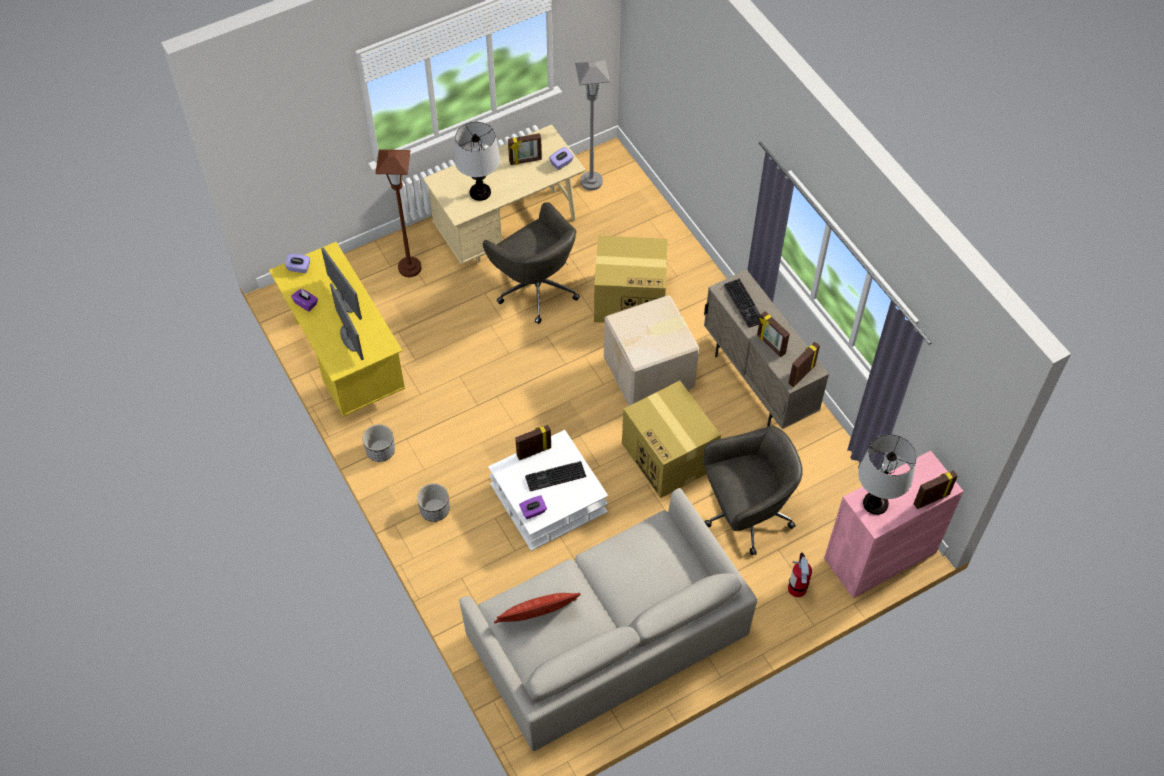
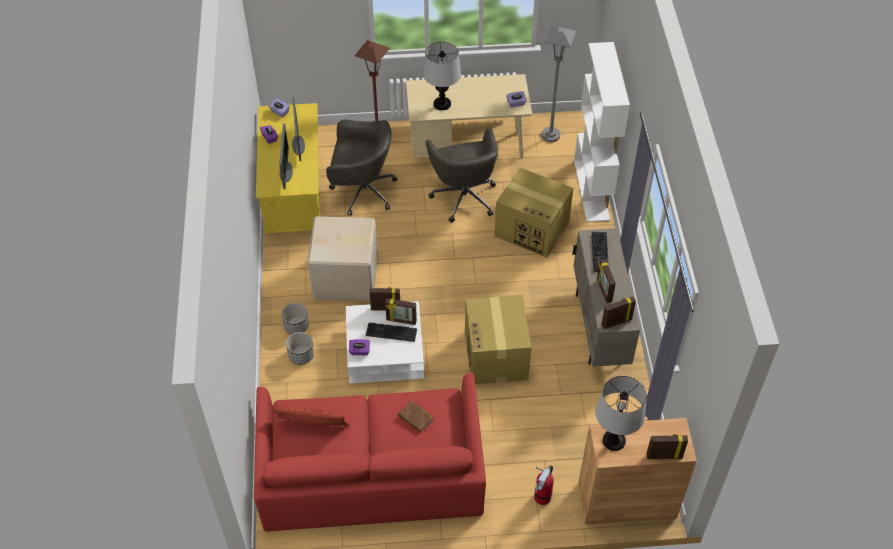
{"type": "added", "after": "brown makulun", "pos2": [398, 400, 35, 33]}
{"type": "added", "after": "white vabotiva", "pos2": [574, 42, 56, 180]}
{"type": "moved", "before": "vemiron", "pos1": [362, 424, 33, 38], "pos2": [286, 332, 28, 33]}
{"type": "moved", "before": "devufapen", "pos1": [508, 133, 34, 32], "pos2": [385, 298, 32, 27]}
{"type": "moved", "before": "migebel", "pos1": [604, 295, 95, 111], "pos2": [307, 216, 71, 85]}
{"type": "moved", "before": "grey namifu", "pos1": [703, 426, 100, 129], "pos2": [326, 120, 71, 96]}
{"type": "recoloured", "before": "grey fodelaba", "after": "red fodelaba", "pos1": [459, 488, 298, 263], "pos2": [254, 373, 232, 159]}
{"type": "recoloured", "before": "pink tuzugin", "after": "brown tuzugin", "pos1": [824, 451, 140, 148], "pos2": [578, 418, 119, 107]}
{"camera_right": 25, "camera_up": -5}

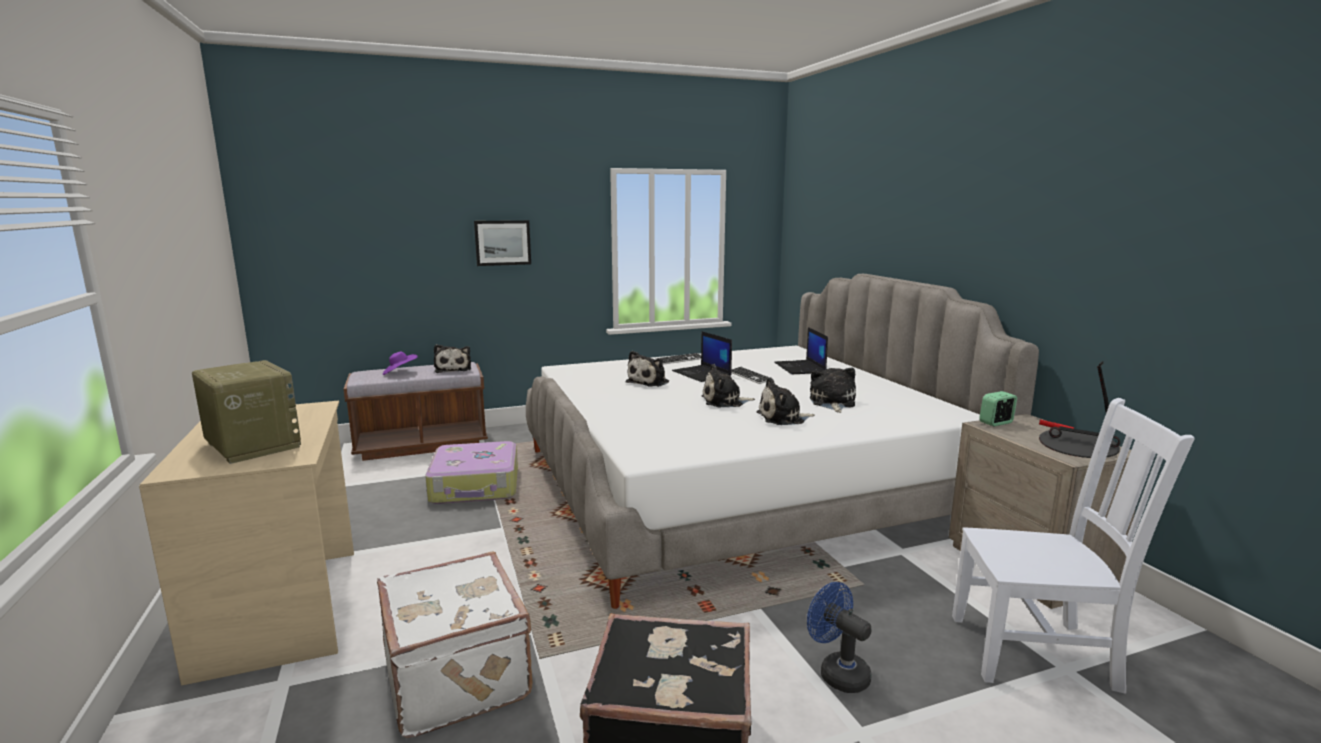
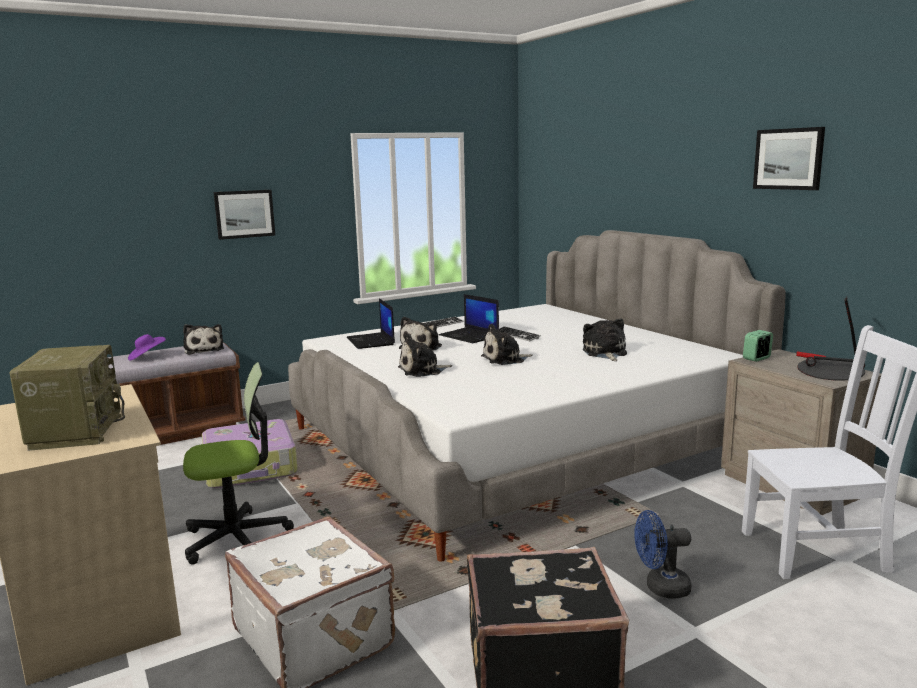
{"type": "added", "after": "namifu", "pos2": [183, 362, 111, 202]}
{"type": "added", "after": "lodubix", "pos2": [753, 127, 72, 63]}
{"type": "moved", "before": "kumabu", "pos1": [757, 377, 58, 48], "pos2": [398, 333, 54, 44]}
{"type": "moved", "before": "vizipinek", "pos1": [774, 327, 54, 47], "pos2": [347, 298, 48, 51]}
{"type": "turned", "before": "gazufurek", "pos1": [192, 360, 109, 104], "pos2": [9, 345, 116, 106], "turn": 45}
{"type": "turned", "before": "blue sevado", "pos1": [807, 582, 65, 111], "pos2": [634, 510, 58, 88], "turn": -45}
{"camera_right": -10, "camera_up": 0}

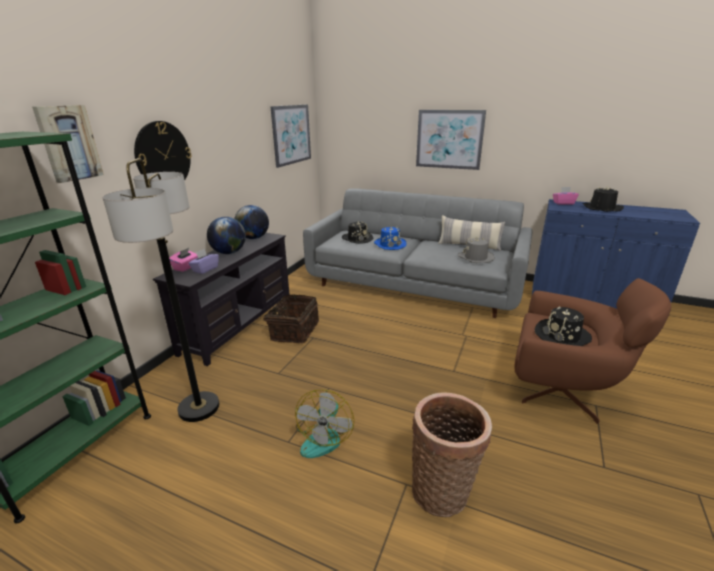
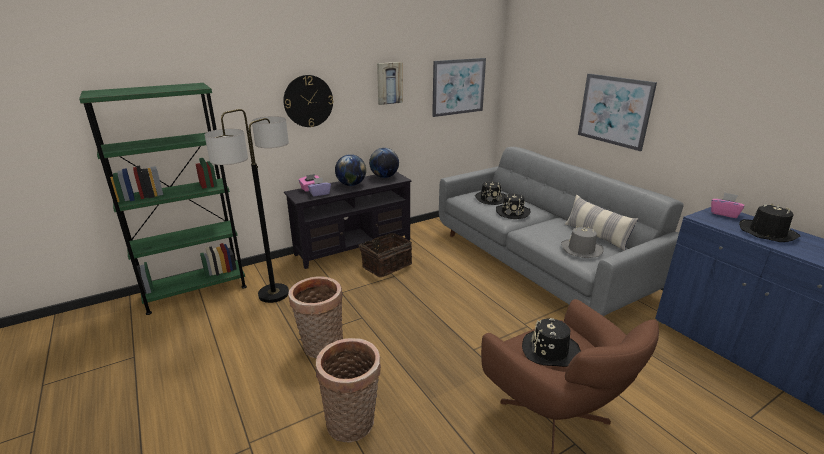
{"type": "moved", "before": "lodubix", "pos1": [32, 105, 72, 78], "pos2": [377, 62, 26, 43]}
{"type": "replaced", "before": "sevado", "after": "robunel", "pos1": [295, 390, 59, 68], "pos2": [288, 277, 55, 81]}
{"type": "recoloured", "before": "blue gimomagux", "after": "black gimomagux", "pos1": [374, 227, 33, 23], "pos2": [496, 194, 34, 25]}
{"camera_right": 35, "camera_up": 0}

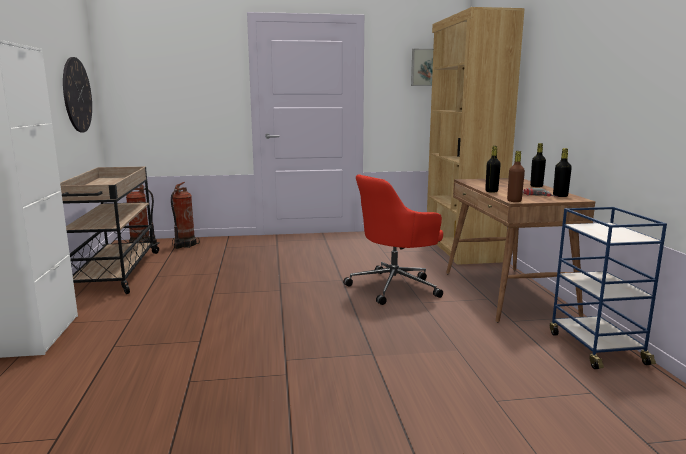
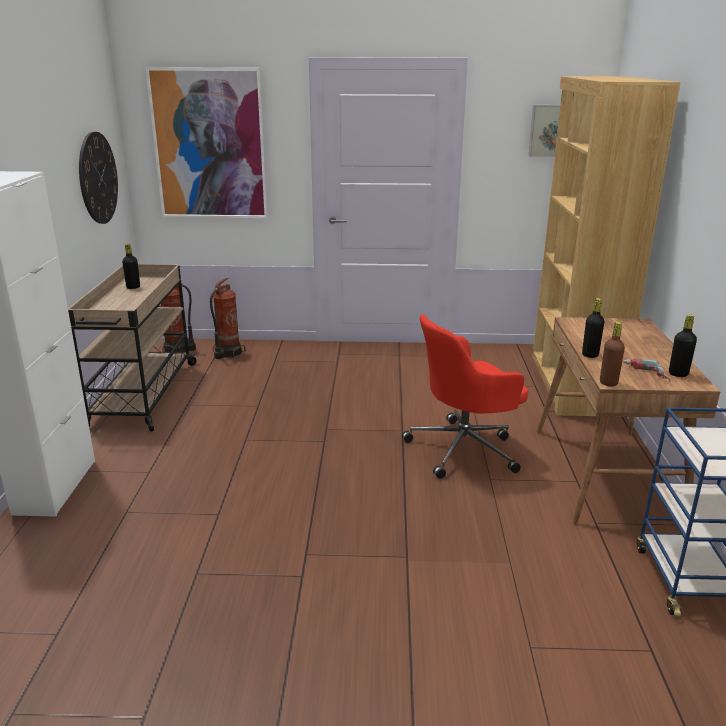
{"type": "added", "after": "lodubix", "pos2": [145, 67, 122, 151]}
{"type": "moved", "before": "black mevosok", "pos1": [530, 143, 16, 44], "pos2": [122, 244, 18, 45]}
{"camera_right": 10, "camera_up": 10}

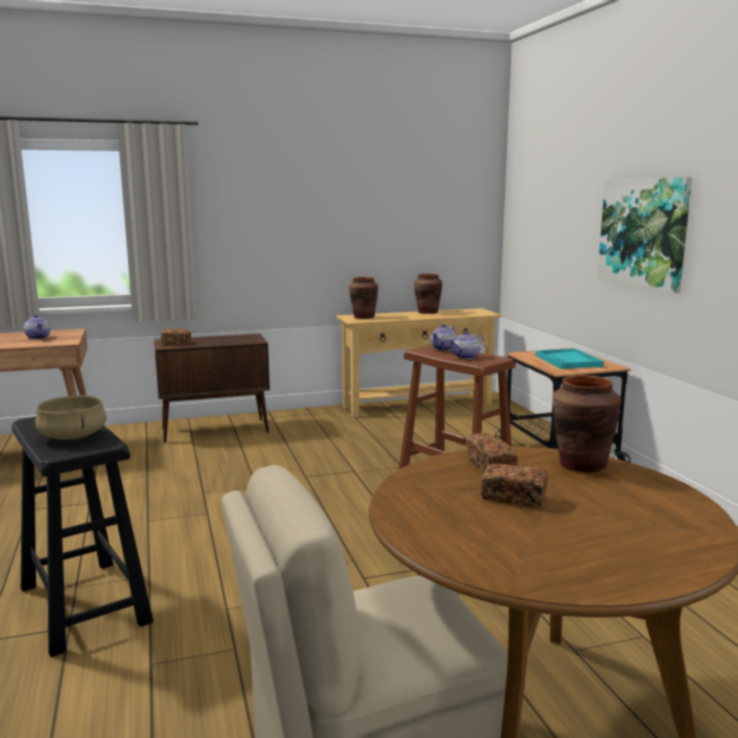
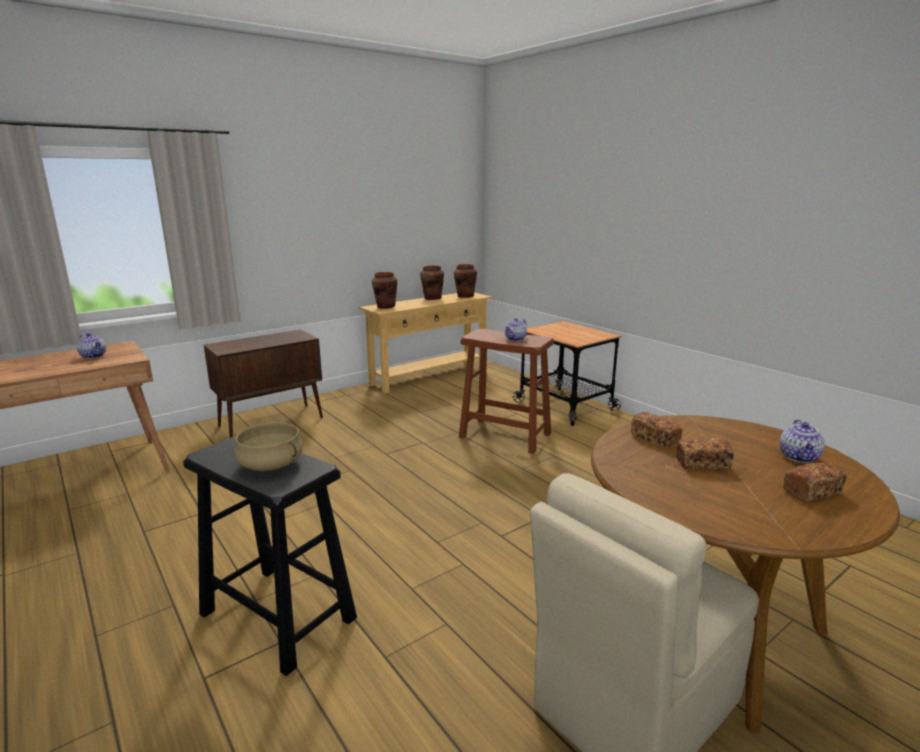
{"type": "removed", "before": "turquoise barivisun", "pos1": [536, 349, 68, 20]}
{"type": "removed", "before": "lodubix", "pos1": [597, 177, 95, 116]}
{"type": "moved", "before": "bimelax", "pos1": [161, 329, 30, 15], "pos2": [783, 462, 63, 40]}
{"type": "moved", "before": "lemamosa", "pos1": [431, 324, 26, 27], "pos2": [780, 419, 45, 44]}
{"type": "moved", "before": "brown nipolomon", "pos1": [552, 375, 69, 98], "pos2": [454, 264, 23, 34]}
{"camera_right": -20, "camera_up": 5}

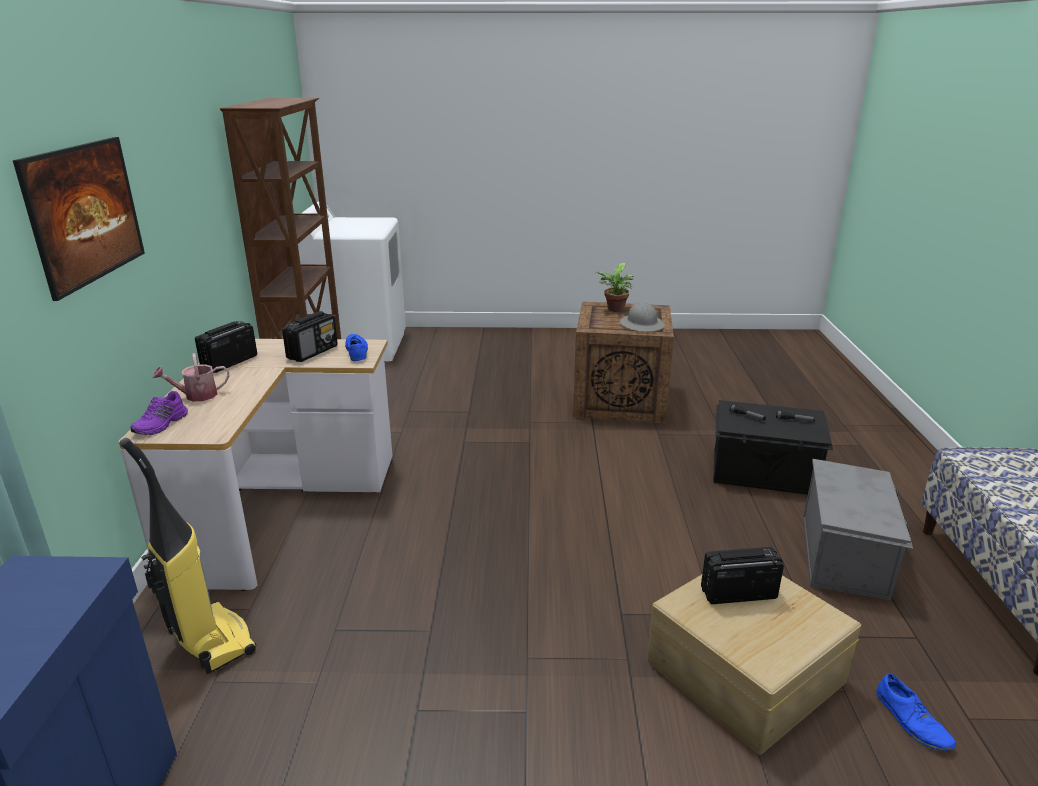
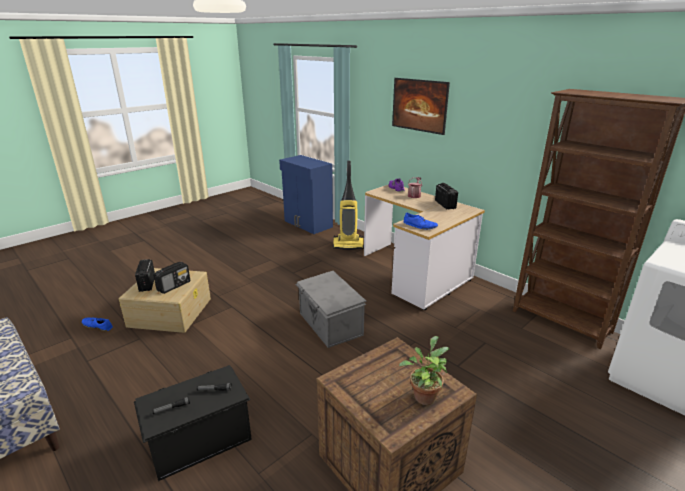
{"type": "removed", "before": "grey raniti", "pos1": [620, 302, 45, 30]}
{"type": "moved", "before": "gazufurek", "pos1": [282, 311, 56, 51], "pos2": [135, 259, 20, 33]}
{"type": "moved", "before": "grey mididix", "pos1": [803, 459, 110, 141], "pos2": [295, 271, 71, 77]}
{"camera_right": 135, "camera_up": 0}

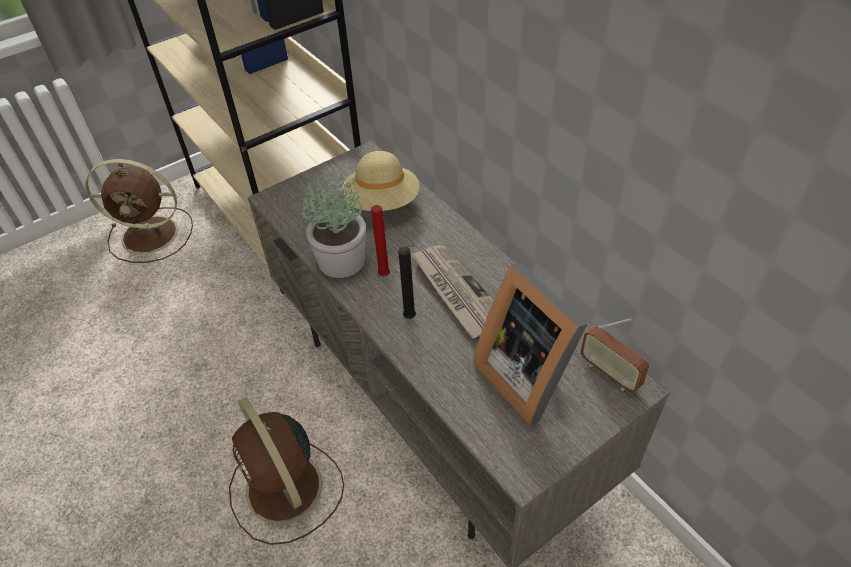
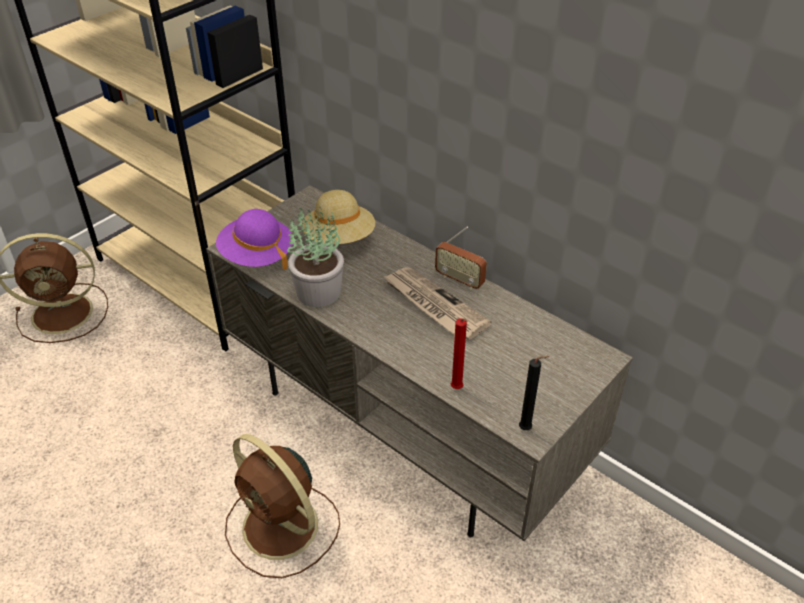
{"type": "removed", "before": "devufapen", "pos1": [473, 263, 115, 163]}
{"type": "added", "after": "purple gimomagux", "pos2": [216, 209, 77, 61]}
{"type": "moved", "before": "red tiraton", "pos1": [371, 205, 19, 71], "pos2": [451, 319, 17, 70]}
{"type": "moved", "before": "black tiraton", "pos1": [398, 245, 18, 74], "pos2": [519, 356, 30, 74]}
{"type": "moved", "before": "gazufurek", "pos1": [581, 318, 68, 75], "pos2": [435, 227, 52, 63]}
{"camera_right": -15, "camera_up": -5}

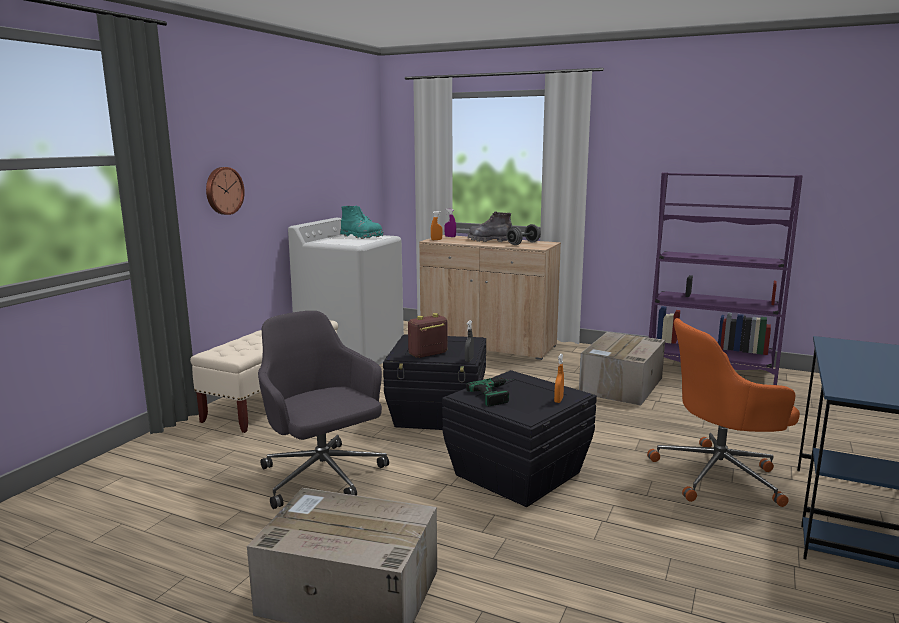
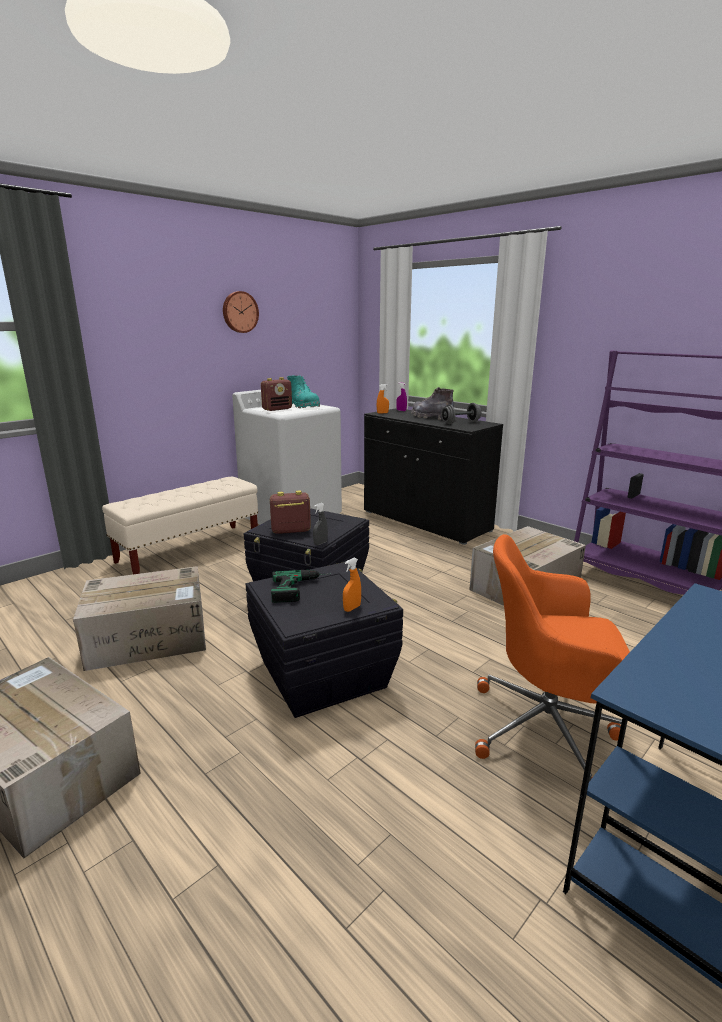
{"type": "added", "after": "gazufurek", "pos2": [261, 377, 31, 34]}
{"type": "moved", "before": "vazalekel", "pos1": [206, 167, 39, 48], "pos2": [223, 291, 36, 42]}
{"type": "replaced", "before": "grey namifu", "after": "migebel", "pos1": [258, 311, 131, 198], "pos2": [73, 566, 133, 105]}
{"type": "recoloured", "before": "beige tuzugin", "after": "black tuzugin", "pos1": [419, 235, 142, 125], "pos2": [364, 408, 139, 137]}
{"camera_right": 20, "camera_up": 5}

